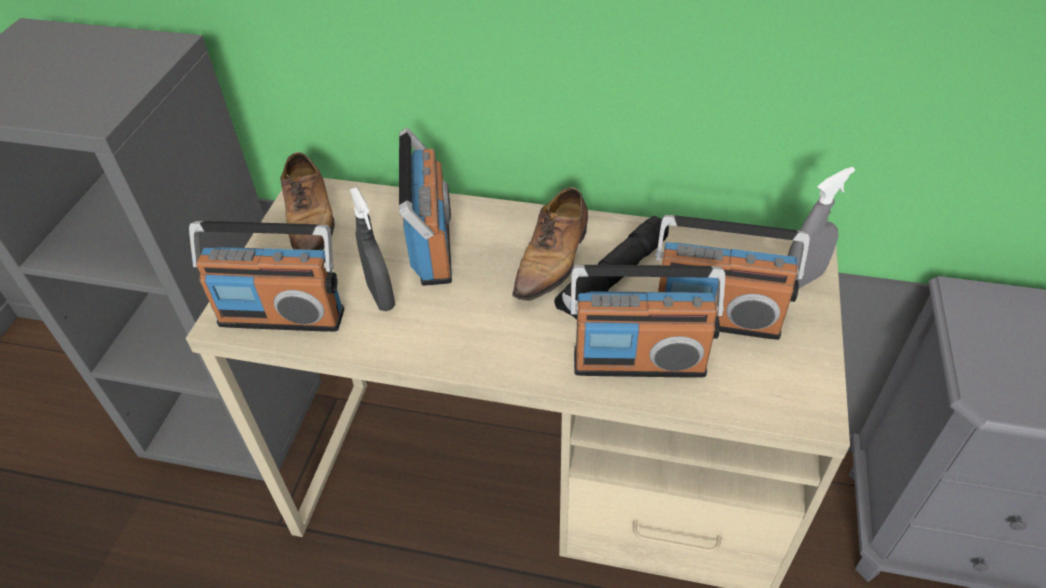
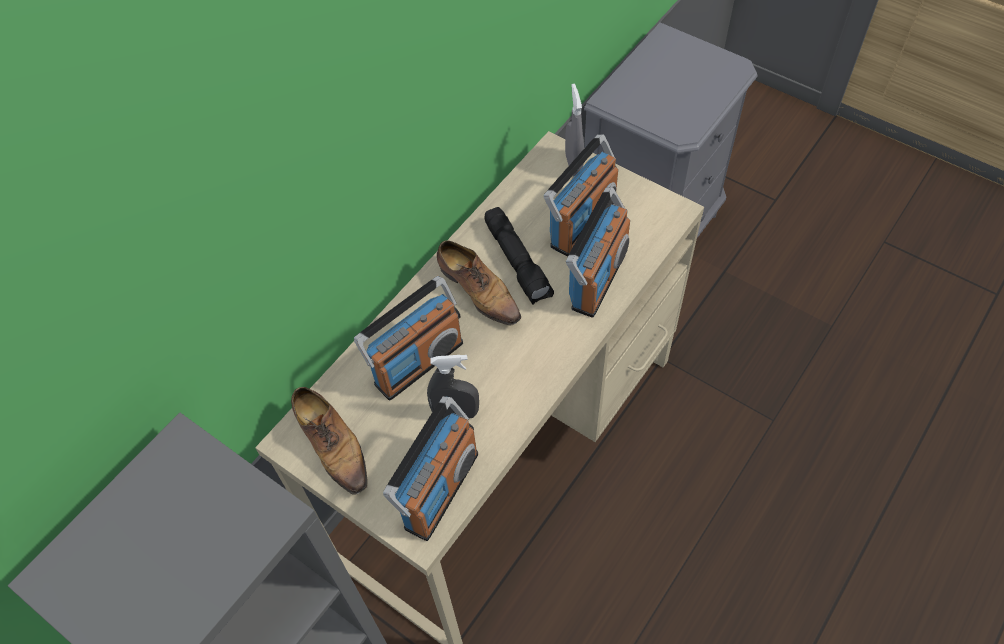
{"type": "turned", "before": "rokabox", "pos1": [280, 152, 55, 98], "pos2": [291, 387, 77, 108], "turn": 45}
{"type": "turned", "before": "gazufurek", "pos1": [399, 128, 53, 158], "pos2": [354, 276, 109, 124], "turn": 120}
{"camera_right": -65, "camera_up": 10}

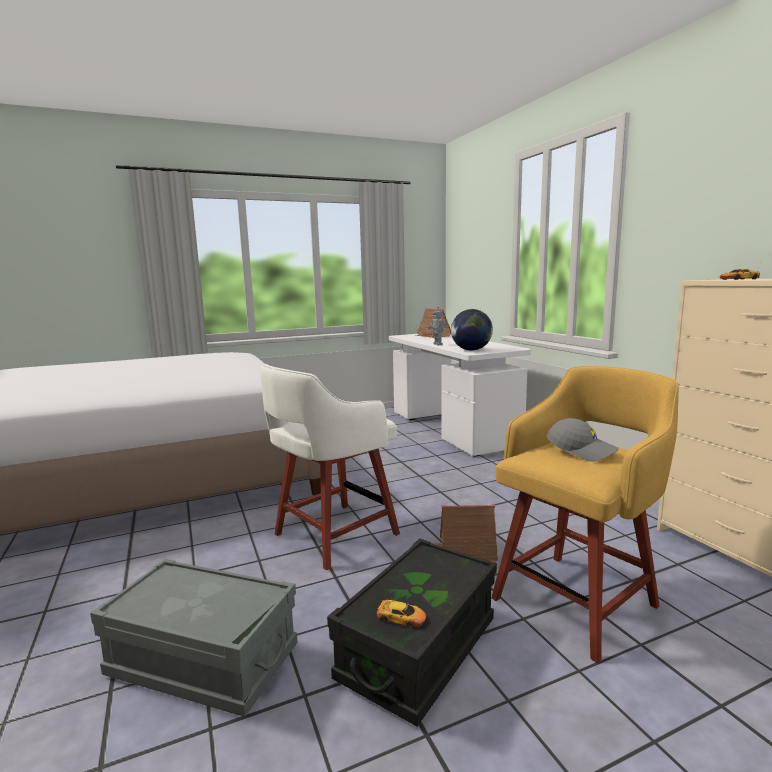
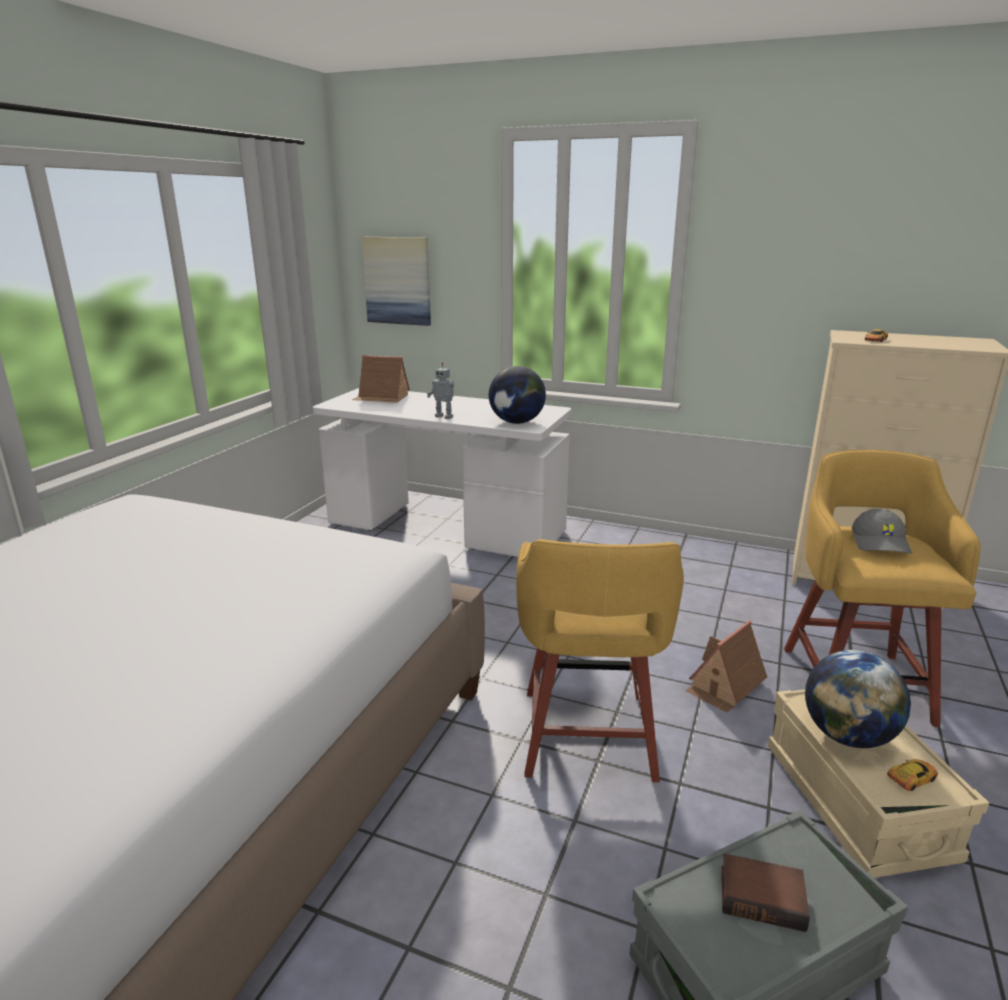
{"type": "added", "after": "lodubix", "pos2": [362, 237, 69, 89]}
{"type": "added", "after": "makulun", "pos2": [722, 854, 88, 78]}
{"type": "added", "after": "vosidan", "pos2": [805, 650, 106, 98]}
{"type": "recoloured", "before": "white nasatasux", "after": "yellow nasatasux", "pos1": [260, 364, 140, 206], "pos2": [516, 539, 168, 243]}
{"type": "recoloured", "before": "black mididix", "after": "beige mididix", "pos1": [327, 538, 170, 188], "pos2": [768, 690, 221, 188]}
{"type": "turned", "before": "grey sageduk", "pos1": [547, 418, 72, 44], "pos2": [852, 509, 60, 45], "turn": 105}
{"camera_right": -45, "camera_up": 10}

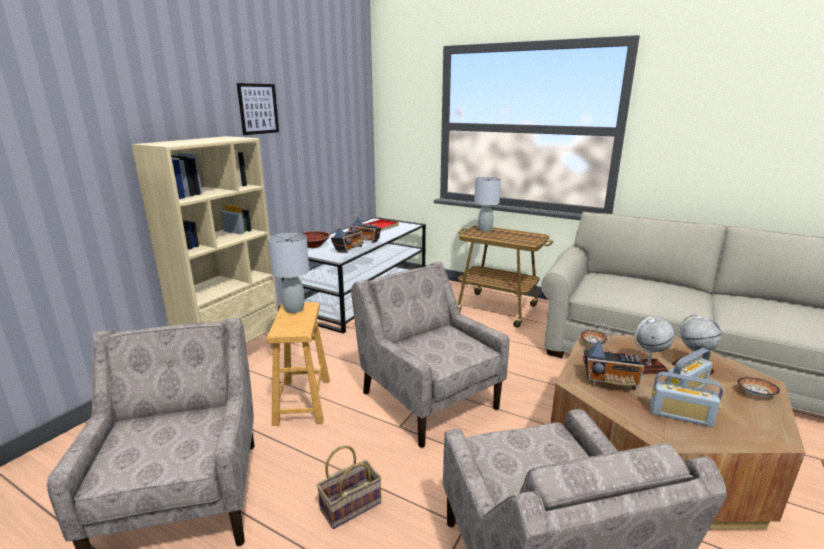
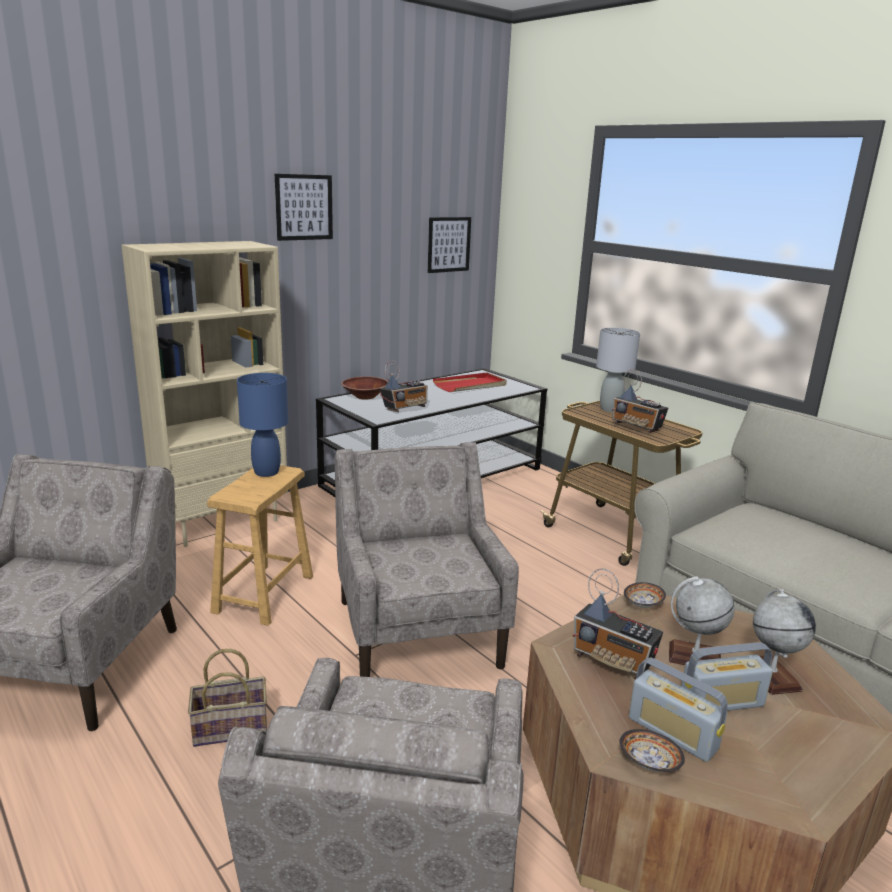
{"type": "added", "after": "lodubix", "pos2": [428, 217, 43, 56]}
{"type": "moved", "before": "gazufurek", "pos1": [348, 207, 33, 36], "pos2": [612, 369, 56, 64]}
{"type": "moved", "before": "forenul", "pos1": [737, 377, 43, 20], "pos2": [619, 729, 66, 43]}
{"type": "recoloured", "before": "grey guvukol", "after": "blue guvukol", "pos1": [268, 233, 41, 80], "pos2": [237, 373, 51, 104]}
{"camera_right": 20, "camera_up": 0}

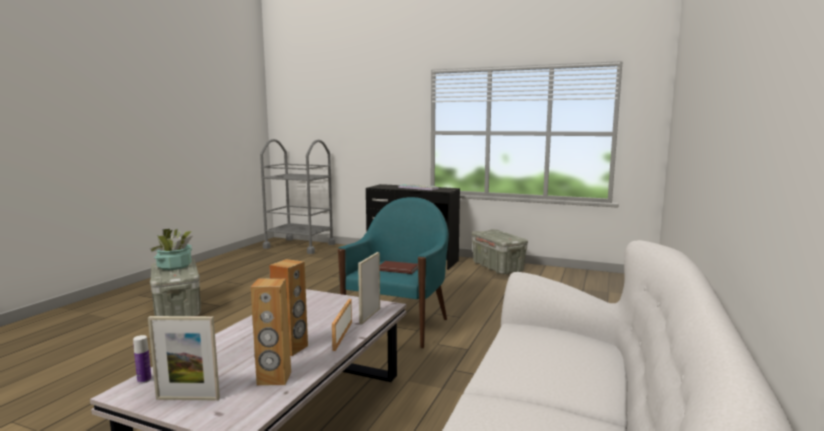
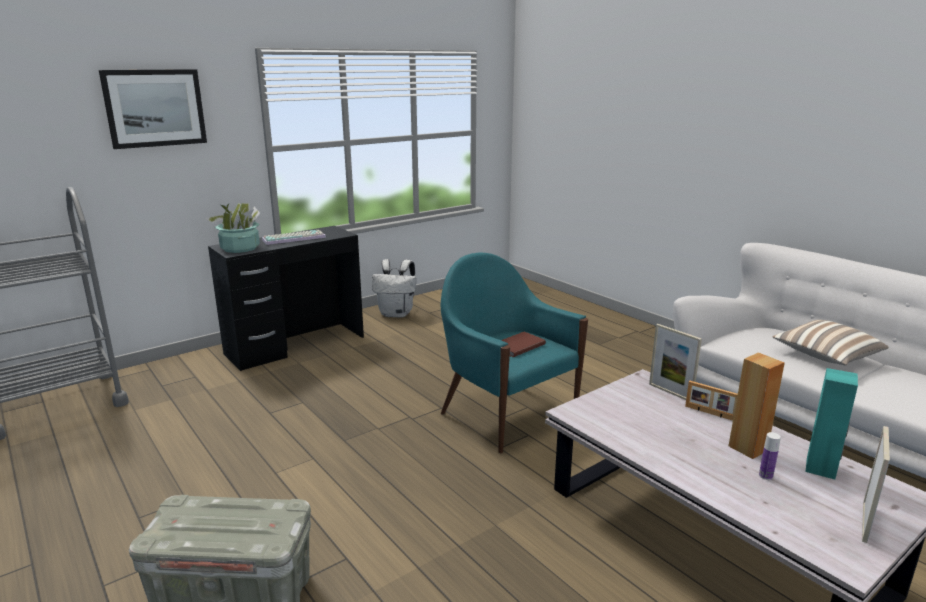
{"type": "added", "after": "lodubix", "pos2": [99, 69, 108, 80]}
{"type": "added", "after": "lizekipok", "pos2": [773, 320, 116, 45]}
{"type": "moved", "before": "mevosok", "pos1": [133, 335, 19, 49], "pos2": [759, 432, 22, 48]}
{"type": "moved", "before": "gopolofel", "pos1": [150, 229, 42, 41], "pos2": [205, 203, 55, 50]}
{"type": "replaced", "before": "grey mididix", "after": "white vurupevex", "pos1": [471, 229, 57, 45], "pos2": [372, 259, 44, 58]}
{"type": "recoloured", "before": "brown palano", "after": "turquoise palano", "pos1": [251, 278, 40, 107], "pos2": [805, 368, 53, 111]}
{"camera_right": -60, "camera_up": 10}

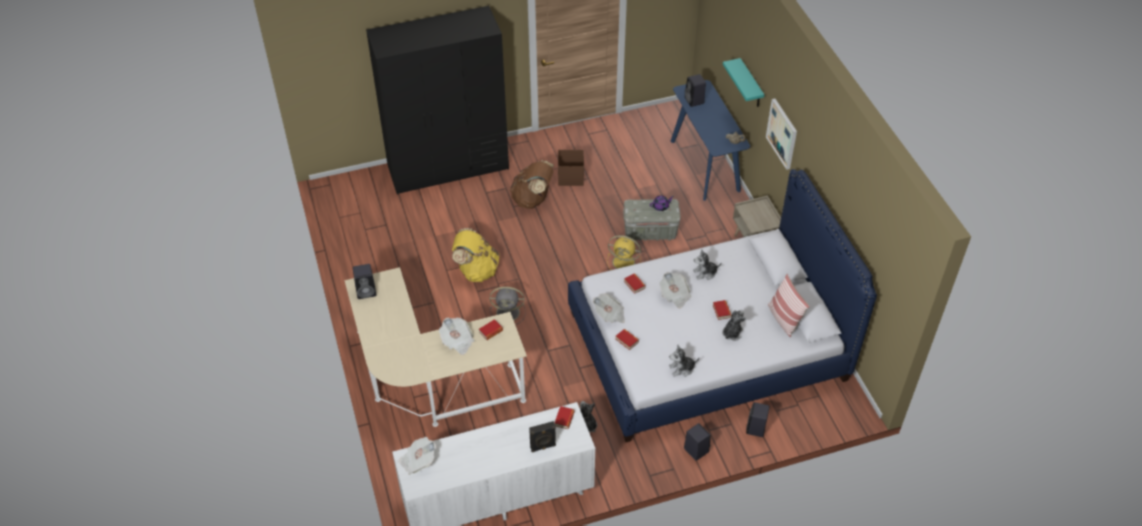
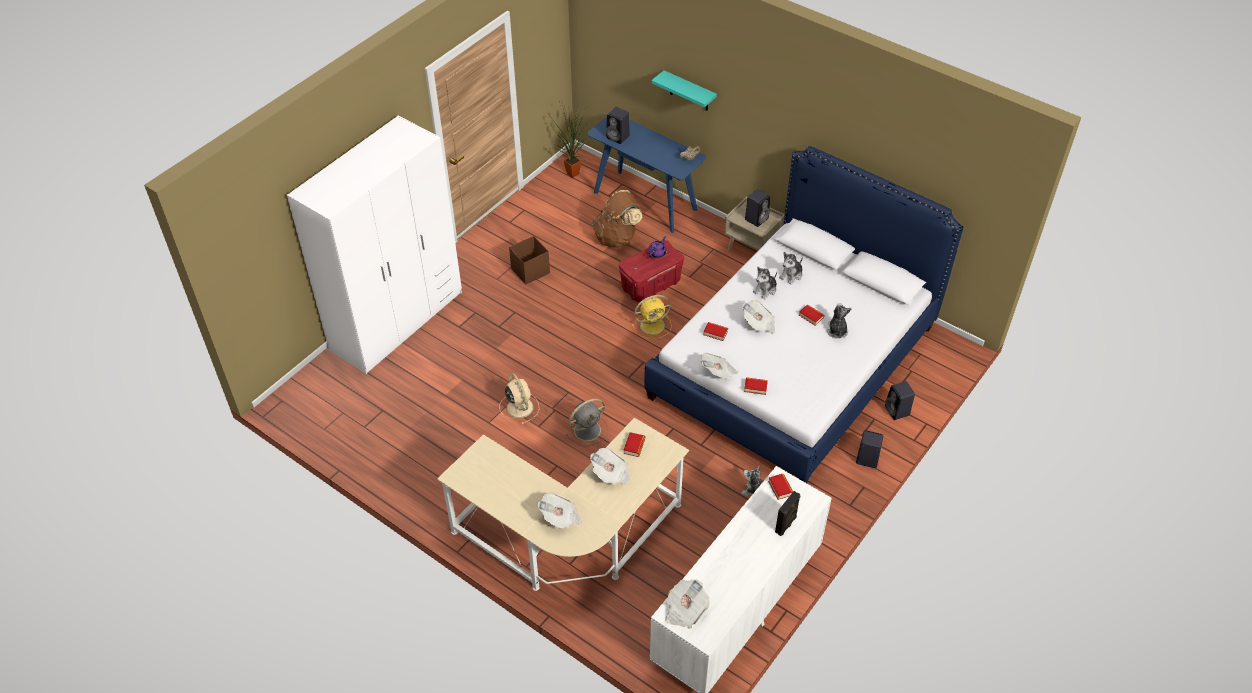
{"type": "removed", "before": "lodubix", "pos1": [766, 99, 31, 71]}
{"type": "removed", "before": "lizekipok", "pos1": [768, 274, 42, 63]}
{"type": "added", "after": "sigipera", "pos2": [538, 492, 44, 37]}
{"type": "added", "after": "gopolofel", "pos2": [549, 98, 42, 80]}
{"type": "moved", "before": "black palano", "pos1": [353, 264, 23, 35], "pos2": [745, 189, 25, 38]}
{"type": "moved", "before": "brown vurupevex", "pos1": [510, 160, 44, 49], "pos2": [592, 190, 50, 58]}
{"type": "moved", "before": "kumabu", "pos1": [669, 344, 30, 33], "pos2": [779, 252, 24, 33]}
{"type": "replaced", "before": "yellow vurupevex", "after": "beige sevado", "pos1": [452, 228, 47, 54], "pos2": [499, 373, 40, 52]}
{"type": "recoloured", "before": "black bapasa", "after": "white bapasa", "pos1": [366, 6, 143, 188], "pos2": [287, 115, 175, 259]}
{"type": "recoloured", "before": "grey mididix", "after": "red mididix", "pos1": [623, 199, 58, 42], "pos2": [619, 240, 65, 62]}
{"camera_right": -35, "camera_up": 0}

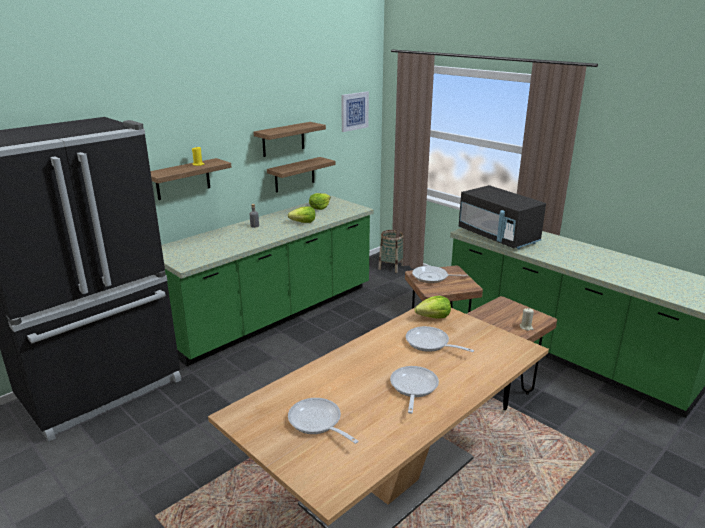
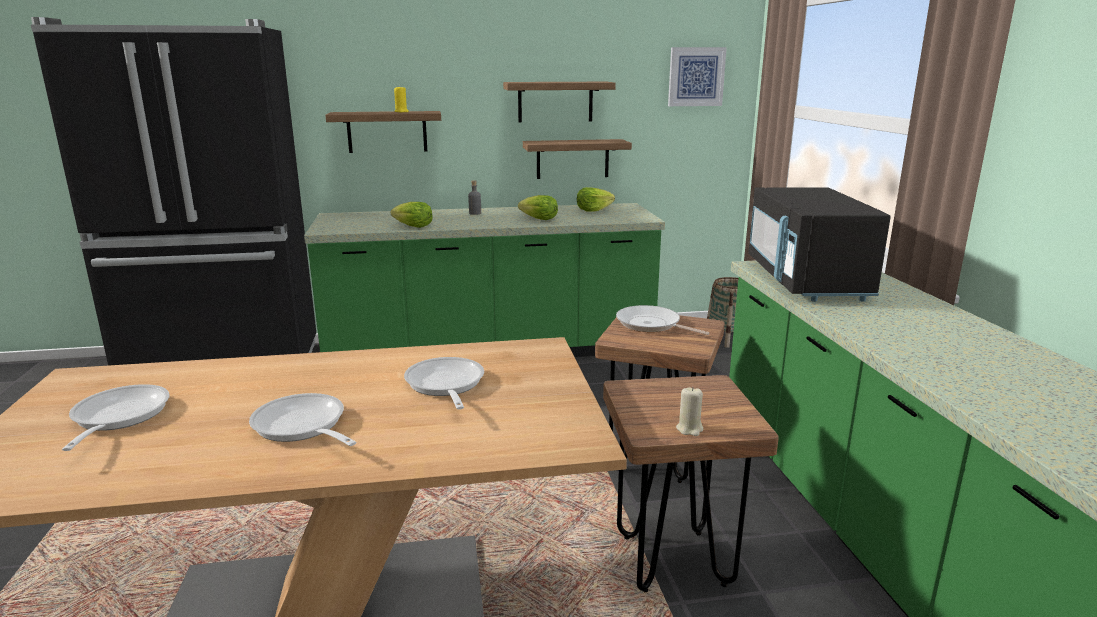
{"type": "moved", "before": "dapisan", "pos1": [415, 296, 36, 23], "pos2": [391, 202, 42, 26]}
{"type": "turned", "before": "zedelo", "pos1": [390, 366, 49, 48], "pos2": [249, 393, 108, 53], "turn": -90}
{"camera_right": 35, "camera_up": -5}

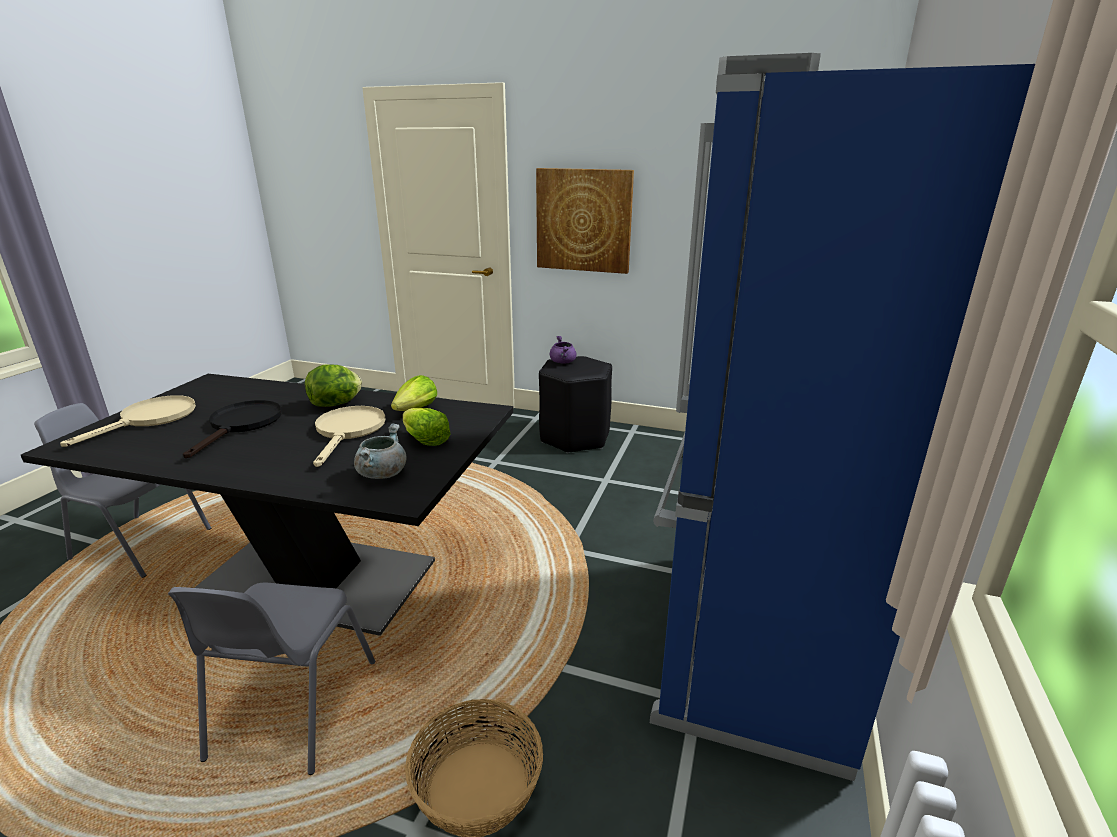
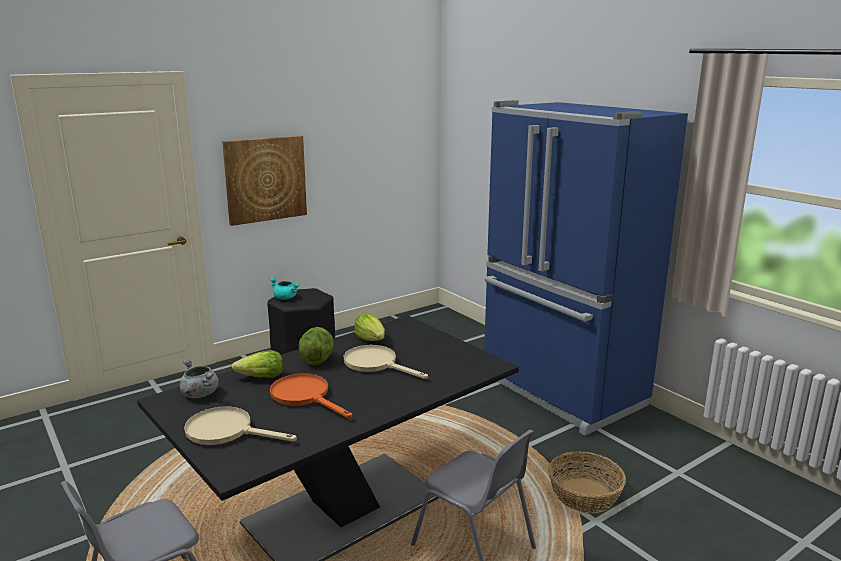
{"type": "moved", "before": "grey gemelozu", "pos1": [354, 423, 53, 56], "pos2": [180, 359, 39, 39]}
{"type": "moved", "before": "dapisan", "pos1": [403, 408, 48, 38], "pos2": [231, 350, 52, 28]}
{"type": "recoloured", "before": "black zedelo", "after": "orange zedelo", "pos1": [183, 400, 99, 58], "pos2": [270, 374, 82, 44]}
{"type": "recoloured", "before": "purple gemelozu", "after": "turquoise gemelozu", "pos1": [550, 336, 26, 28], "pos2": [270, 278, 30, 22]}
{"type": "turned", "before": "beige zedelo", "pos1": [60, 395, 136, 52], "pos2": [184, 406, 113, 39], "turn": -45}
{"camera_right": -55, "camera_up": -5}

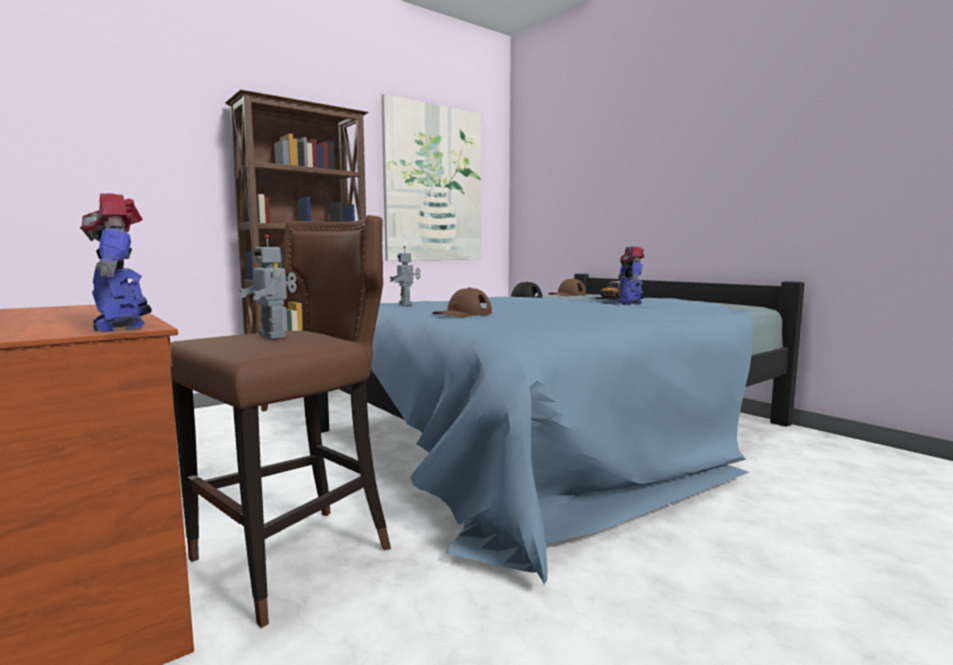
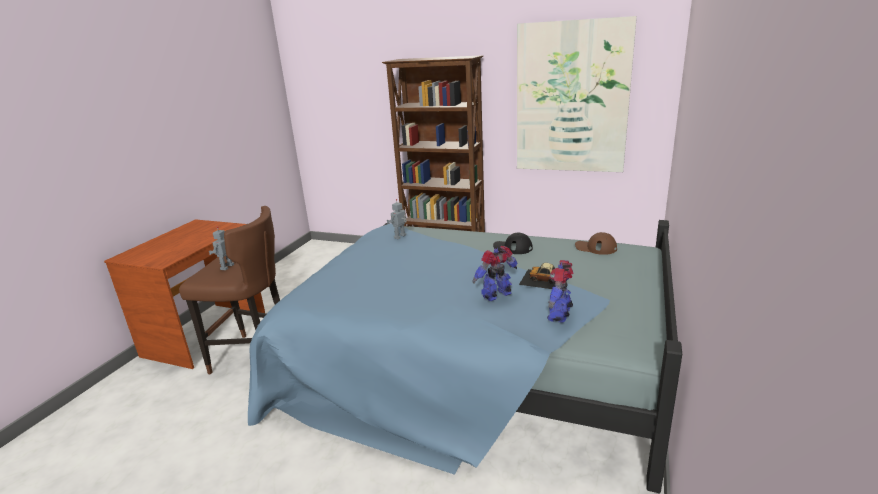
{"type": "removed", "before": "brown sageduk", "pos1": [432, 288, 60, 29]}
{"type": "moved", "before": "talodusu", "pos1": [80, 193, 72, 139], "pos2": [547, 260, 27, 63]}
{"camera_right": 60, "camera_up": 15}

